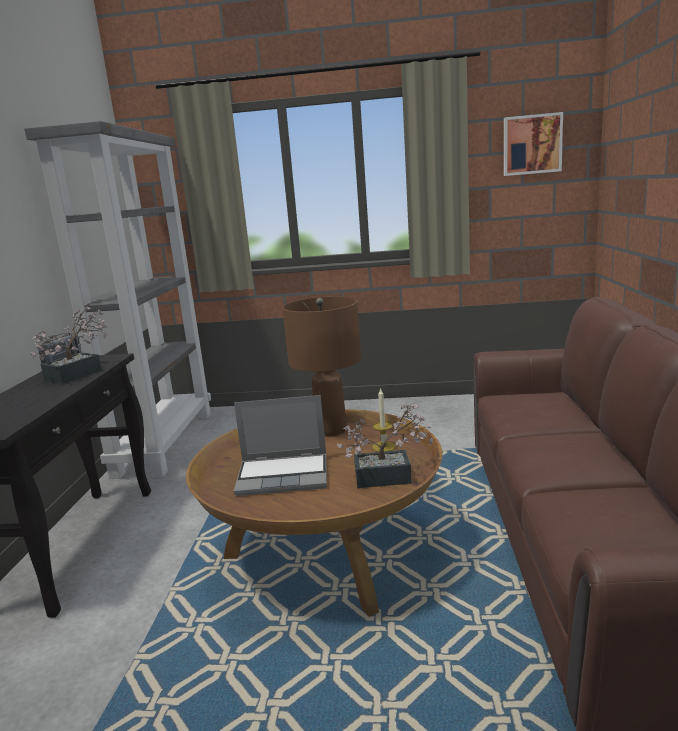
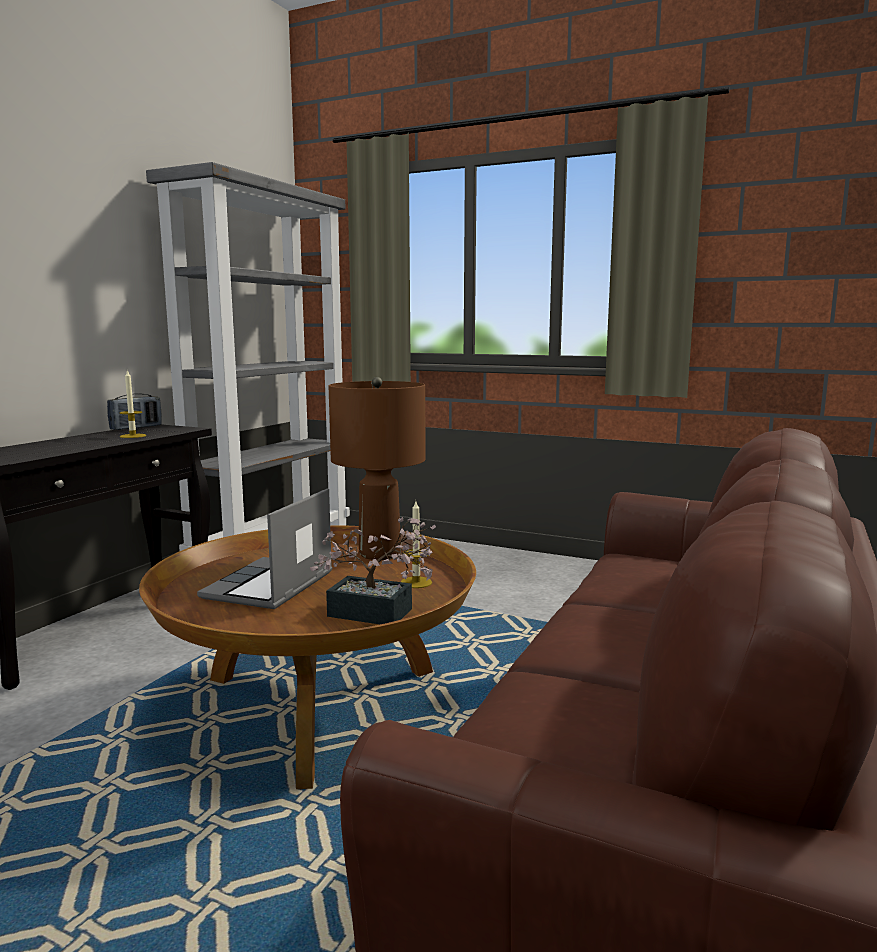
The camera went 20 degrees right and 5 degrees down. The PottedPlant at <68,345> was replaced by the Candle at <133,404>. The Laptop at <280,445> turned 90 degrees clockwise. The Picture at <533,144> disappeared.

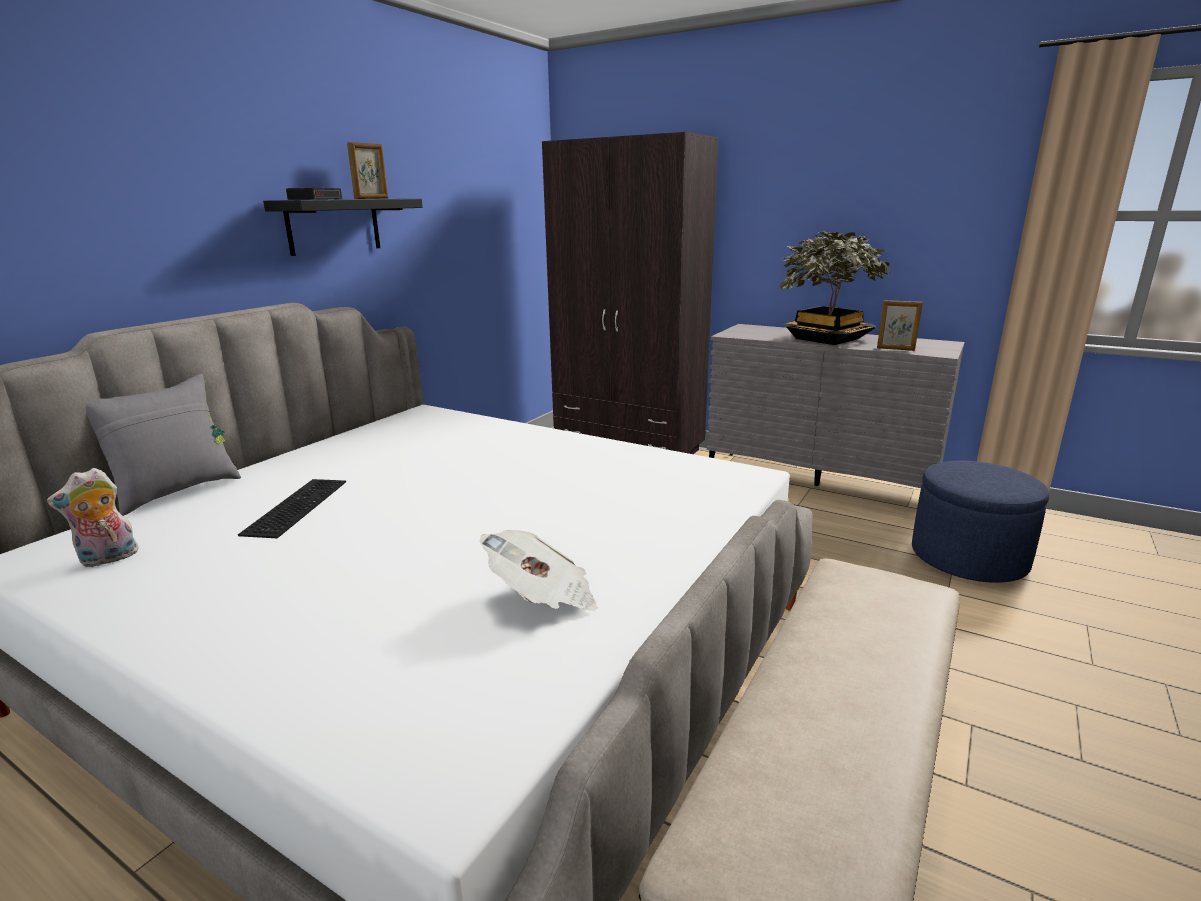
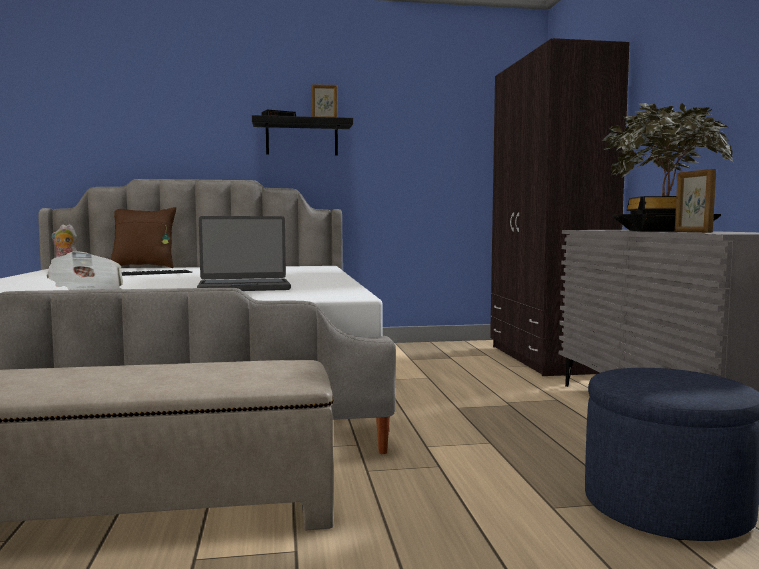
The camera went 50 degrees right and 15 degrees down. The GreyPillow at <163,445> became the BrownPillow at <143,237>. The Laptop at <244,253> appeared.

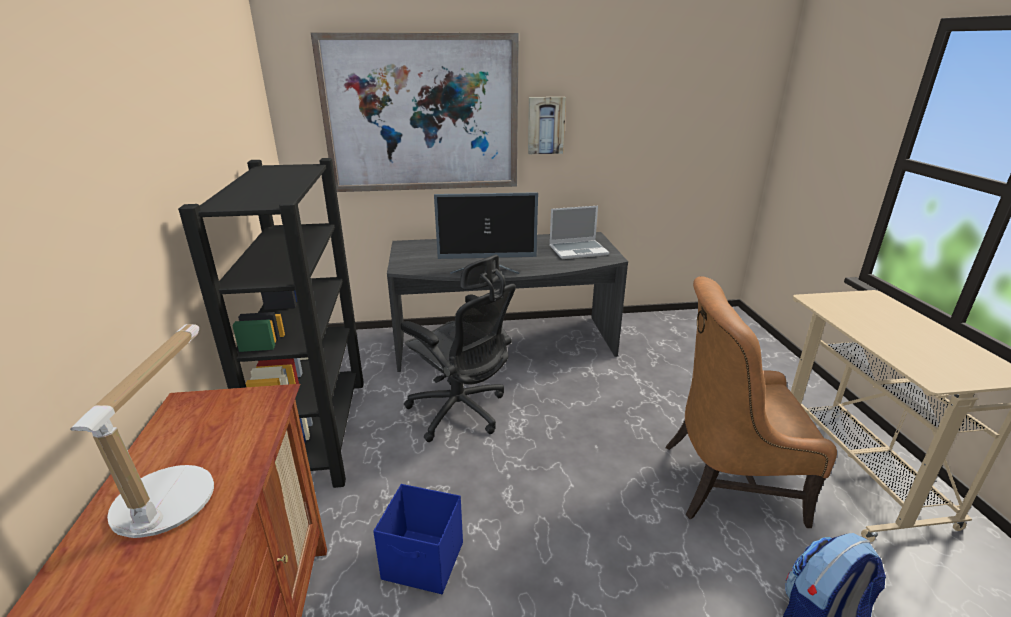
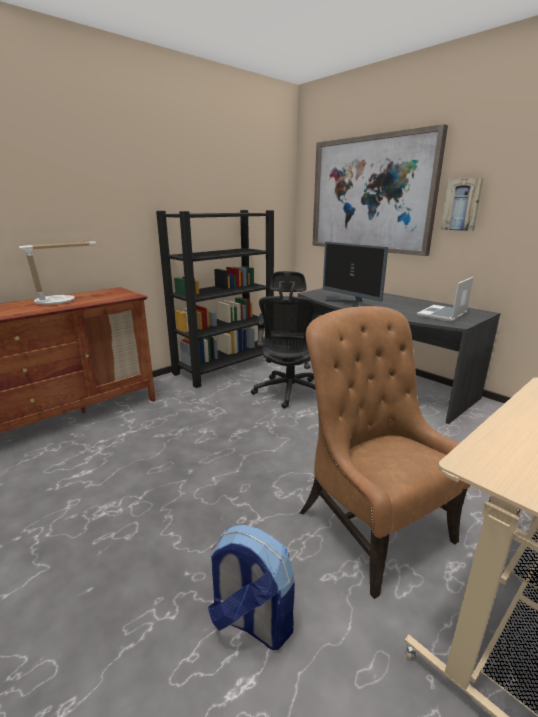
The camera went 55 degrees right and 5 degrees down. The Laptop at <579,232> turned 90 degrees clockwise. The BlueStorageBox at <418,539> disappeared.

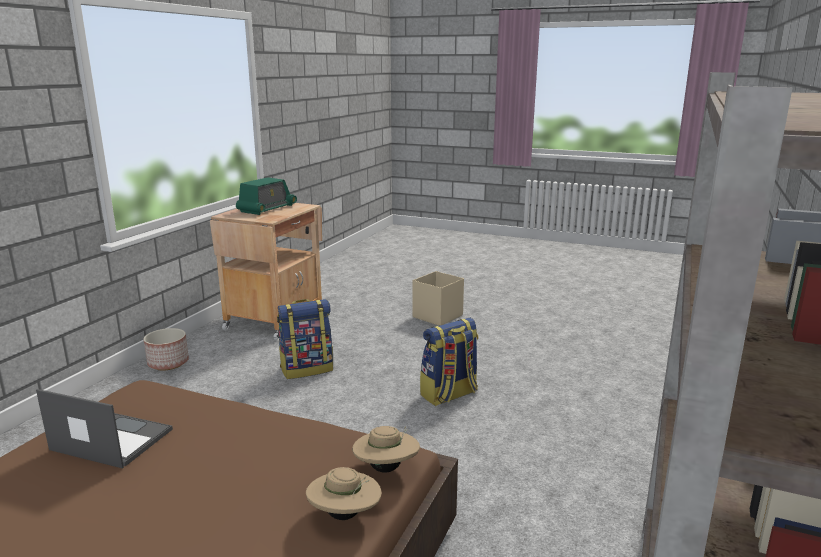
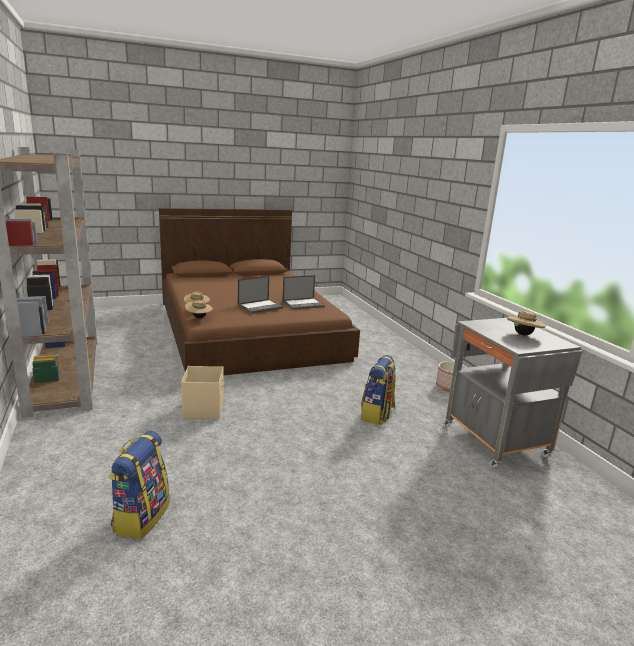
The camera went 135 degrees right and 0 degrees up. The Backpack moved from <449,362> to <139,485>. The BeigeStorageBox moved from <438,298> to <202,392>. The Laptop at <260,294> appeared. The BrownCart at <266,271> became the GreyCart at <513,393>. The Radio at <266,196> was replaced by the BeigeHat at <526,323>.

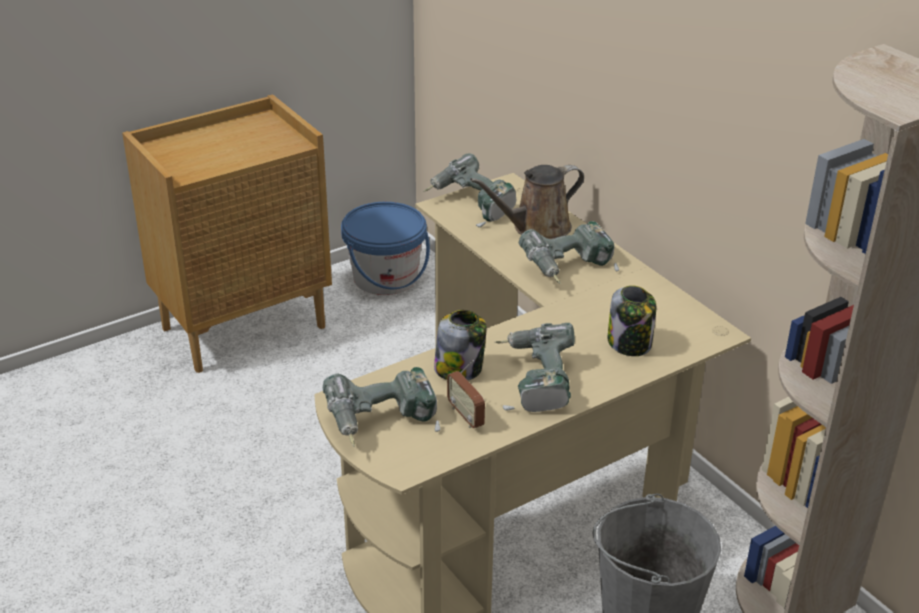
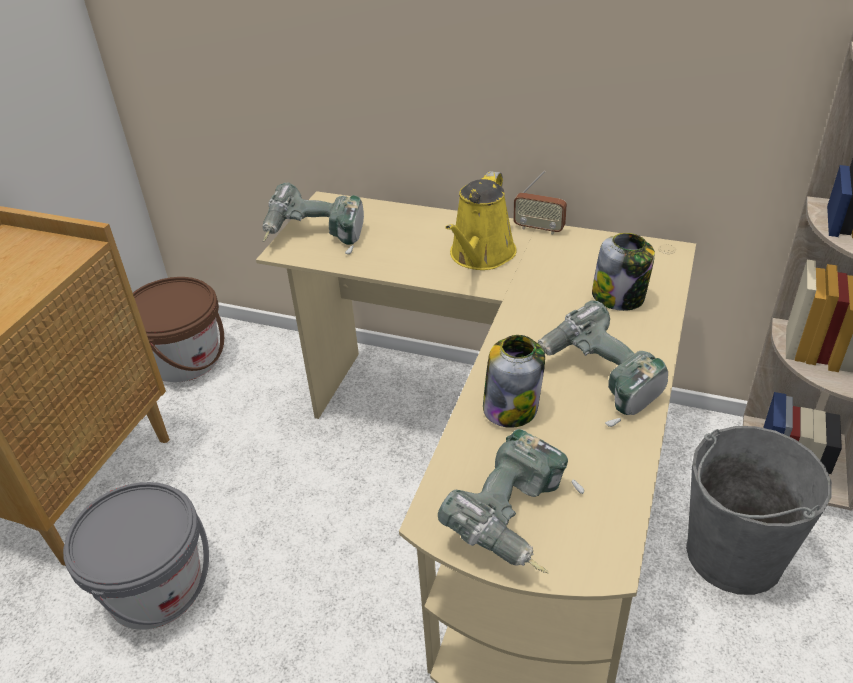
The camera went 35 degrees left and 5 degrees up. The GreyBucket at <136,556> appeared. The BlueBucket at <385,248> became the BrownBucket at <178,329>. The PowerDrill at <569,252> was replaced by the YellowWateringCan at <481,220>. The Radio moved from <466,394> to <540,203>. The BrownWateringCan at <527,202> disappeared.

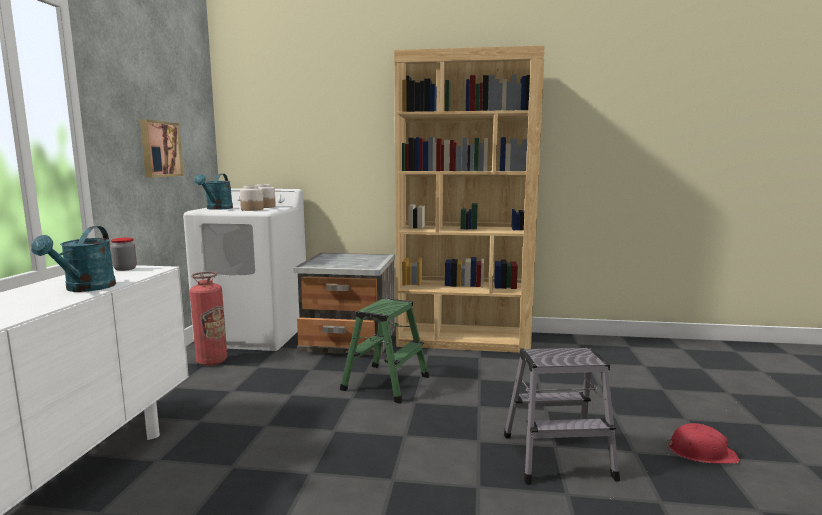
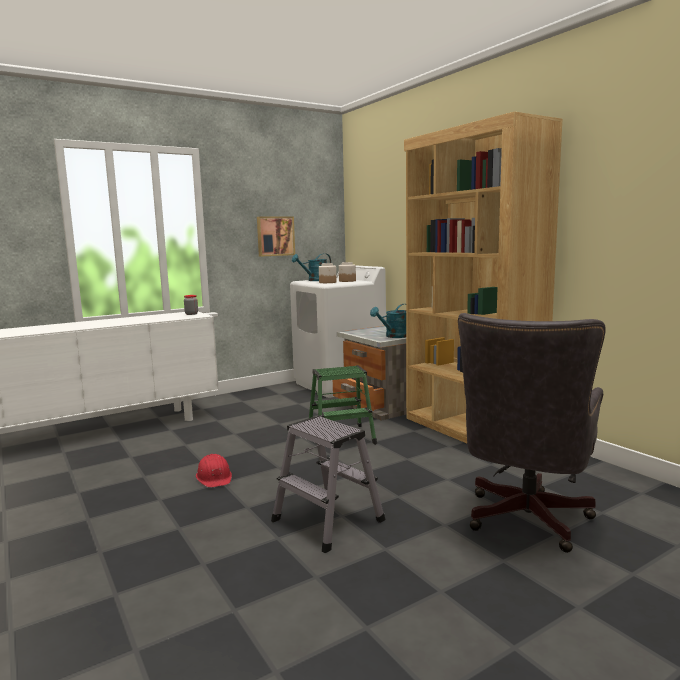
The camera went 50 degrees right and 0 degrees up. The RedHardHat moved from <702,443> to <214,471>. The TurquoiseWateringCan moved from <73,259> to <388,321>. The GreyOfficeChair at <532,433> appeared. The FireExtinguisher at <208,318> disappeared.

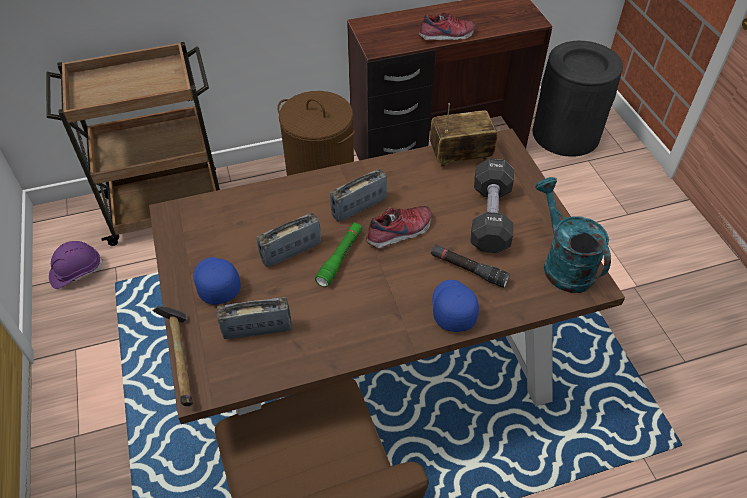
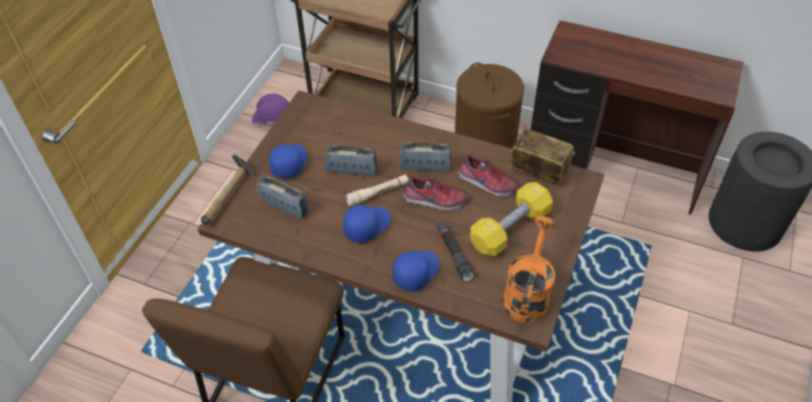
The camera went 40 degrees right and 0 degrees up. The BlueCap at <367,224> appeared. The GreenFlashlight at <338,254> became the BeigeFlashlight at <377,190>. The Shoe moved from <447,26> to <488,176>. The BlackDumbbell at <492,206> became the YellowDumbbell at <511,219>. The TurquoiseWateringCan at <573,235> became the OrangeWateringCan at <529,269>.

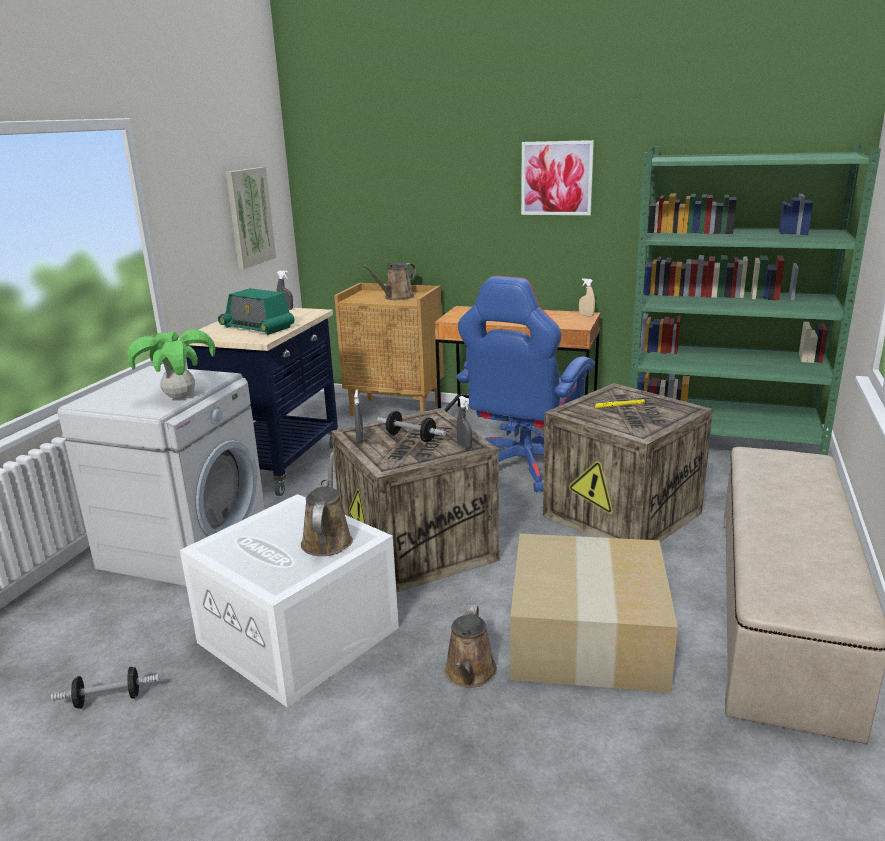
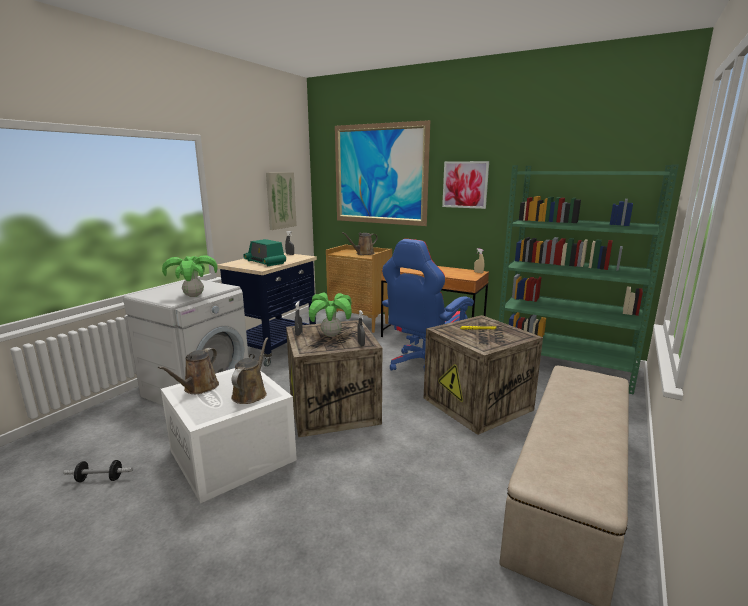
The camera went 10 degrees right and 5 degrees down. The BrownWateringCan moved from <470,646> to <188,371>. The Dumbbell at <411,426> was replaced by the PottedPlant at <330,315>. The Picture at <382,173> appeared. The CardboardBox at <594,613> disappeared.

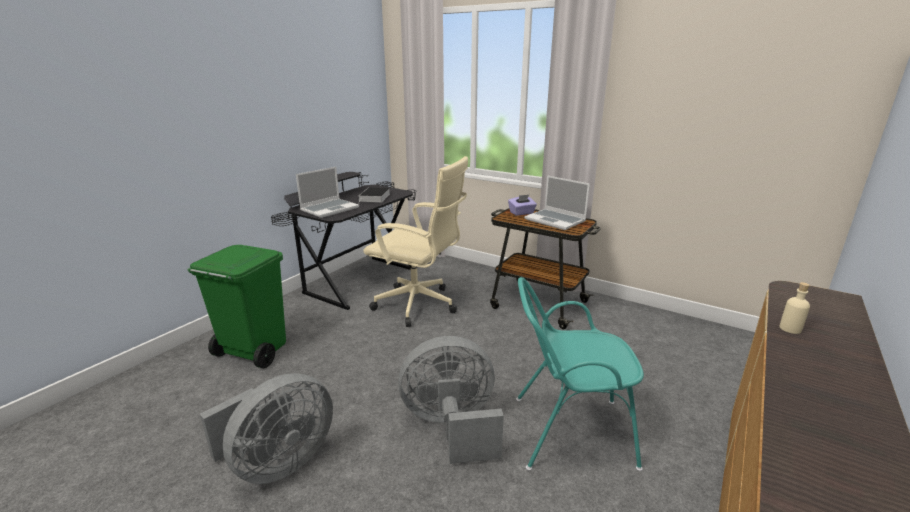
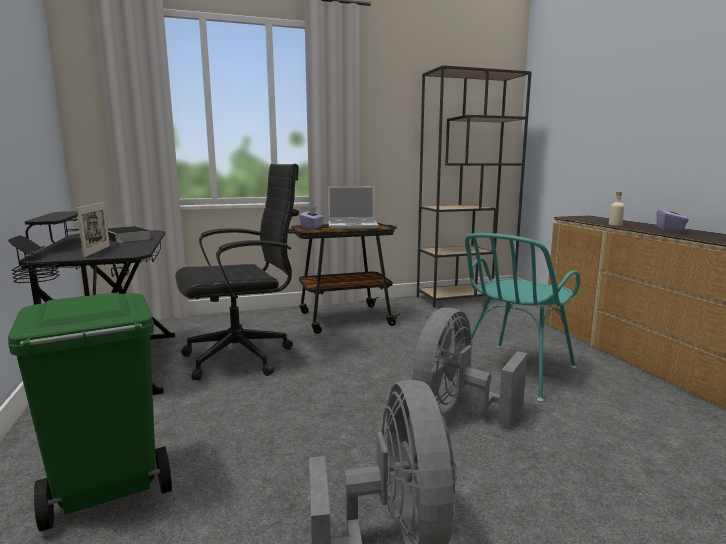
The camera went 50 degrees left and 10 degrees down. The Laptop at <327,192> was replaced by the PictureFrame at <93,230>. The BeigeOfficeChair at <415,241> became the BlackOfficeChair at <237,272>. The Bookcase at <474,186> appeared. The PurpleTissueBox at <672,218> appeared.

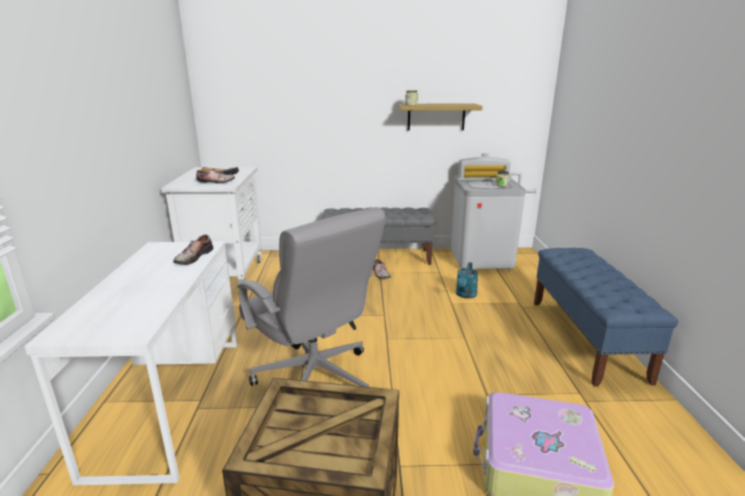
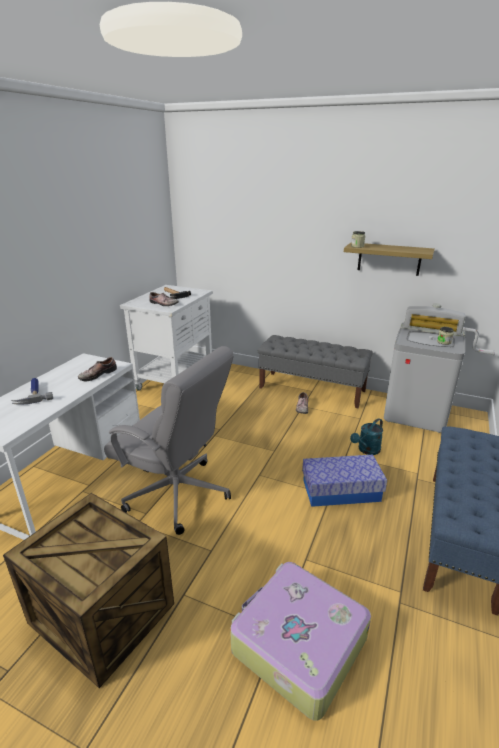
The camera went 25 degrees right and 5 degrees up. The Hammer at <32,391> appeared. The GreyOfficeChair at <311,297> turned 45 degrees counterclockwise. The StorageBox at <344,481> appeared.

